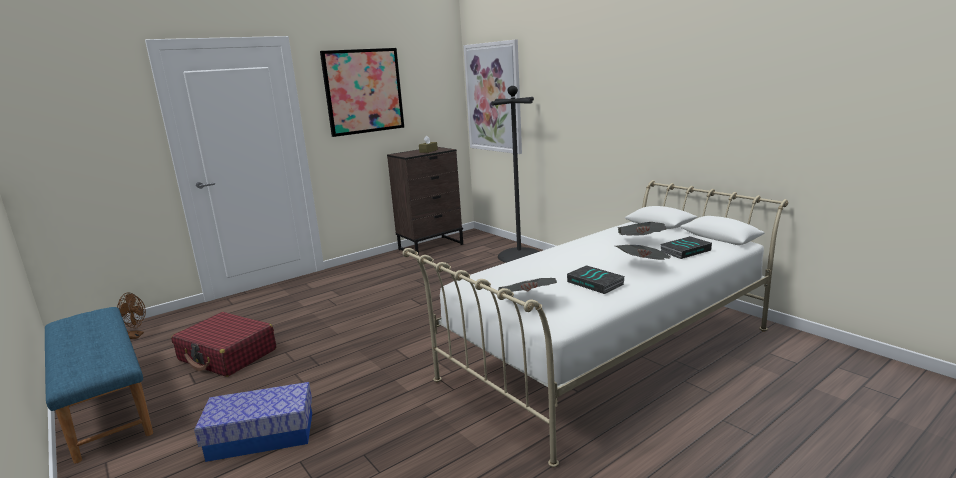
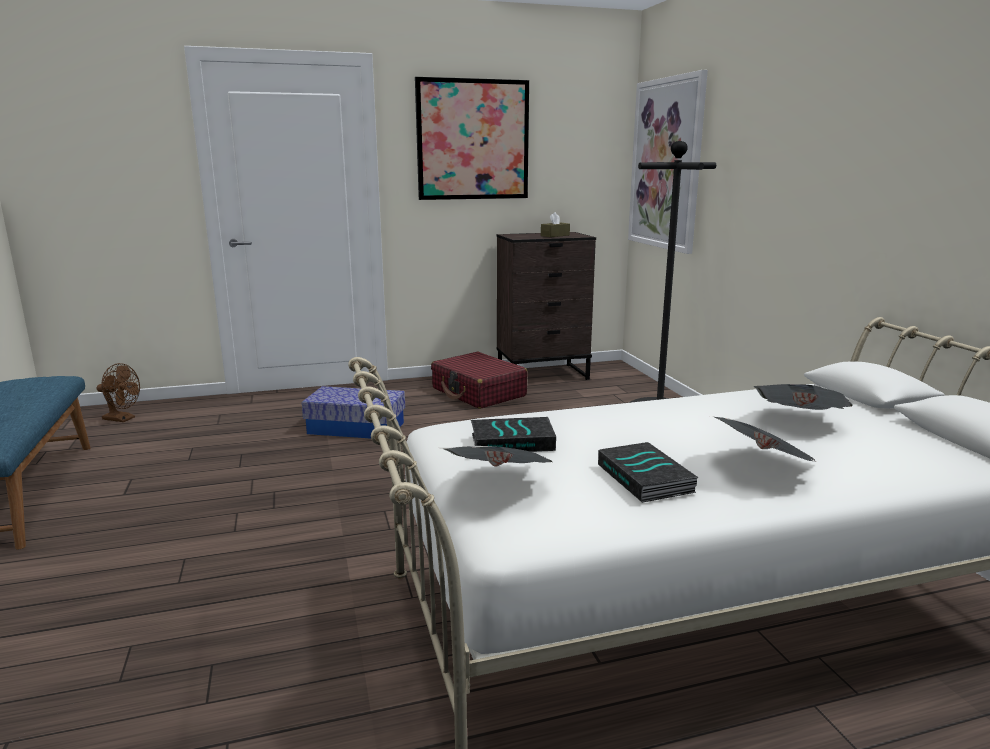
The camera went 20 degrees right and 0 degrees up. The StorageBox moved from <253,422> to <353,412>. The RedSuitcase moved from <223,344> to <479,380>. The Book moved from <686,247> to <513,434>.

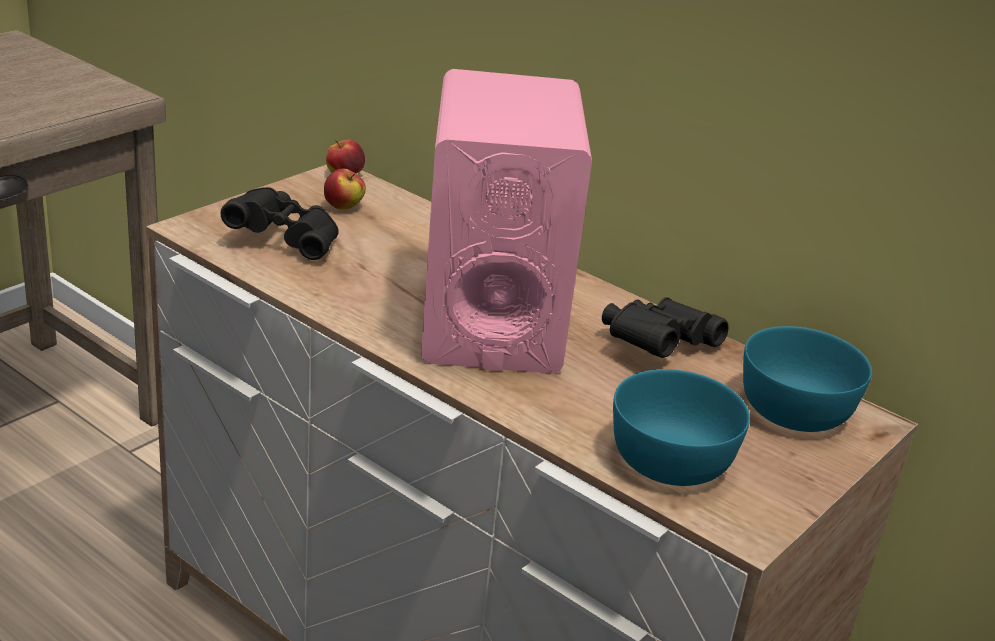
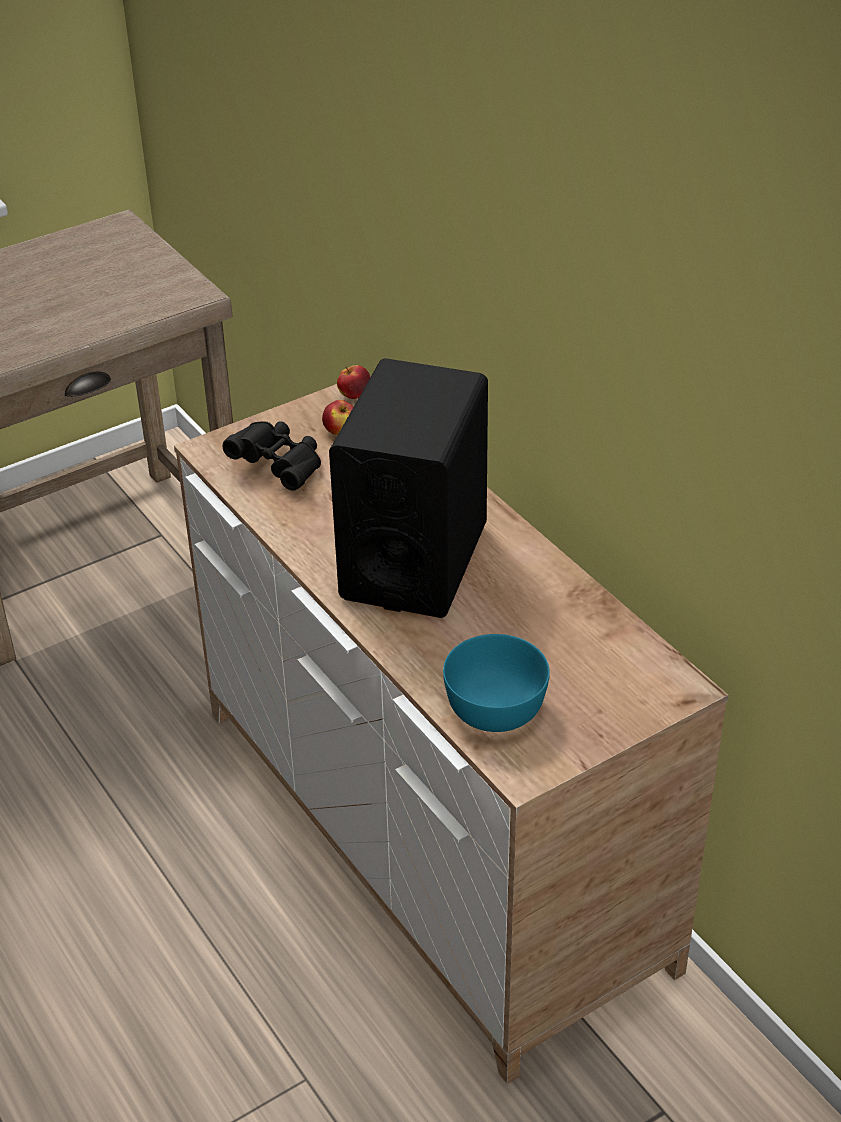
The camera went 20 degrees right and 10 degrees up. The PinkSpeaker at <506,221> became the BlackSpeaker at <408,488>. The BlackBinoculars at <665,327> disappeared. The TurquoiseBowl at <807,379> disappeared.

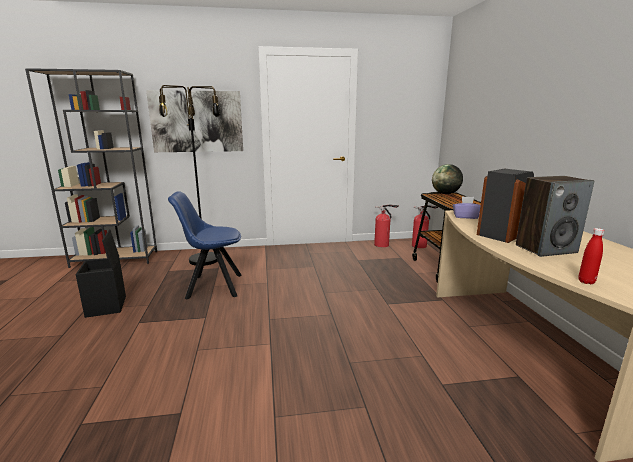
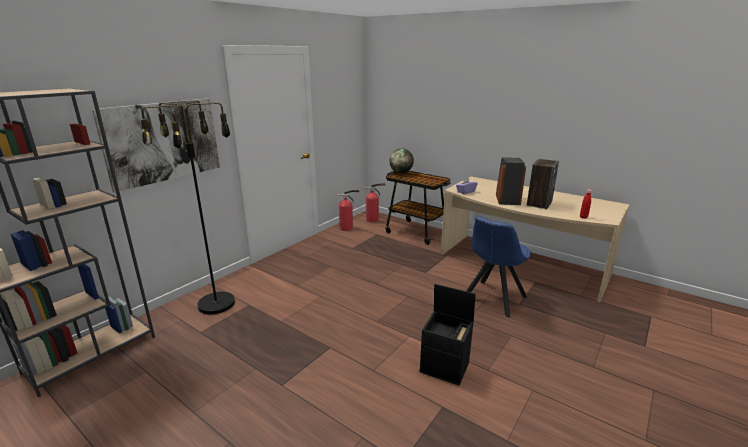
The camera went 45 degrees left and 5 degrees up. The BlackStorageBox moved from <101,273> to <448,335>. The BlueChair moved from <205,245> to <498,267>.

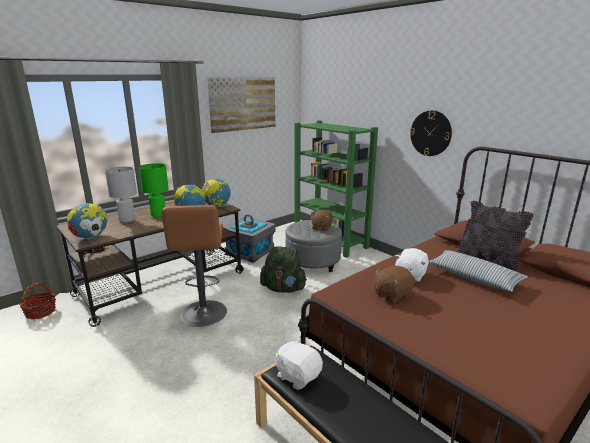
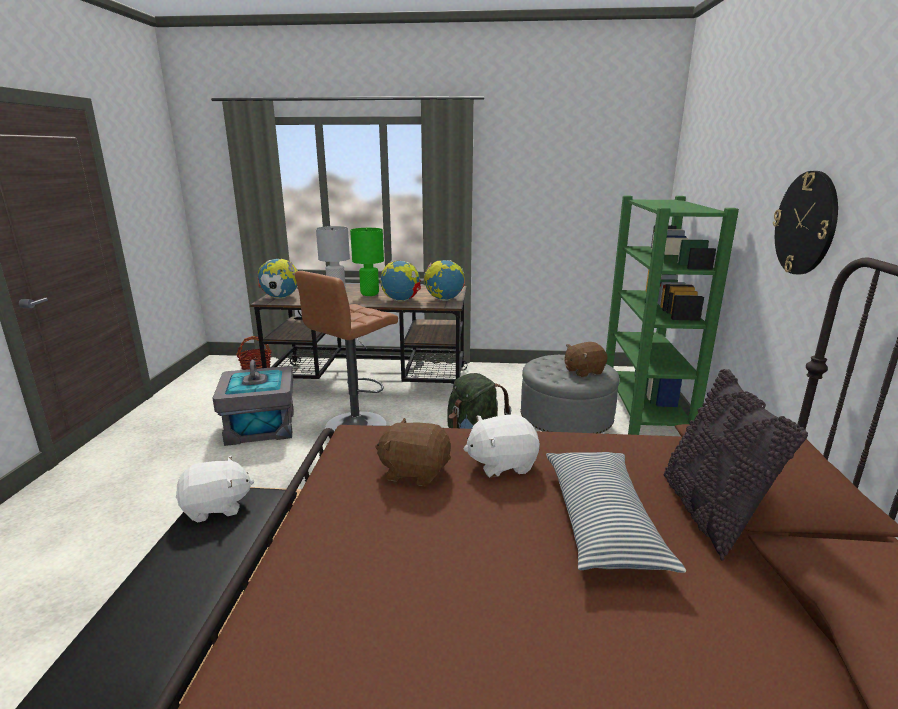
The camera went 45 degrees right and 0 degrees up. The WhitePlushToy at <298,364> turned 75 degrees clockwise. The GreyStorageBox moved from <250,238> to <253,403>. The Picture at <241,105> disappeared.

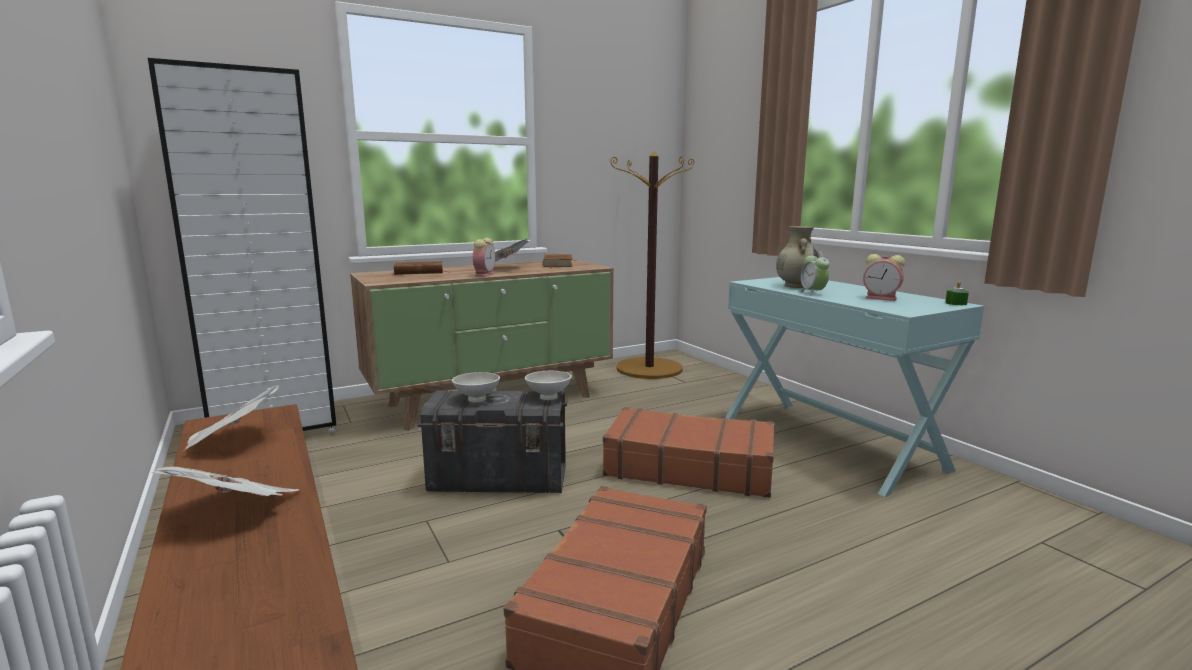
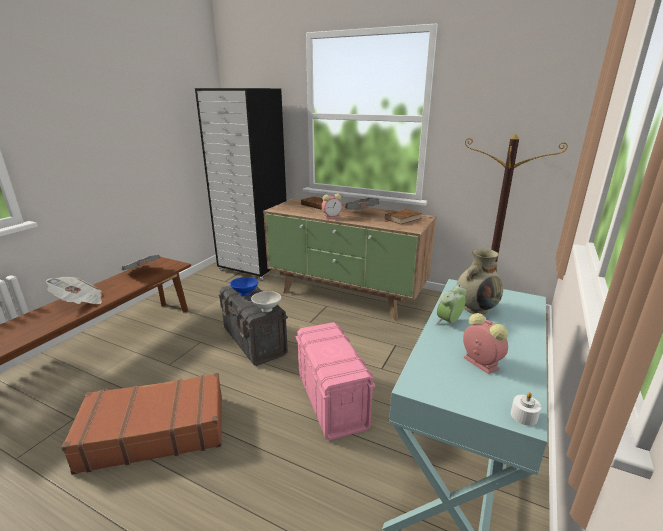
The camera went 55 degrees right and 10 degrees up. The WhiteBowl at <476,387> became the BlueBowl at <244,286>. The BrownSuitcase at <689,452> was replaced by the PinkStorageBox at <336,381>. The AlarmClock at <884,277> turned 150 degrees clockwise. The GreenCandle at <957,293> became the WhiteCandle at <526,409>.

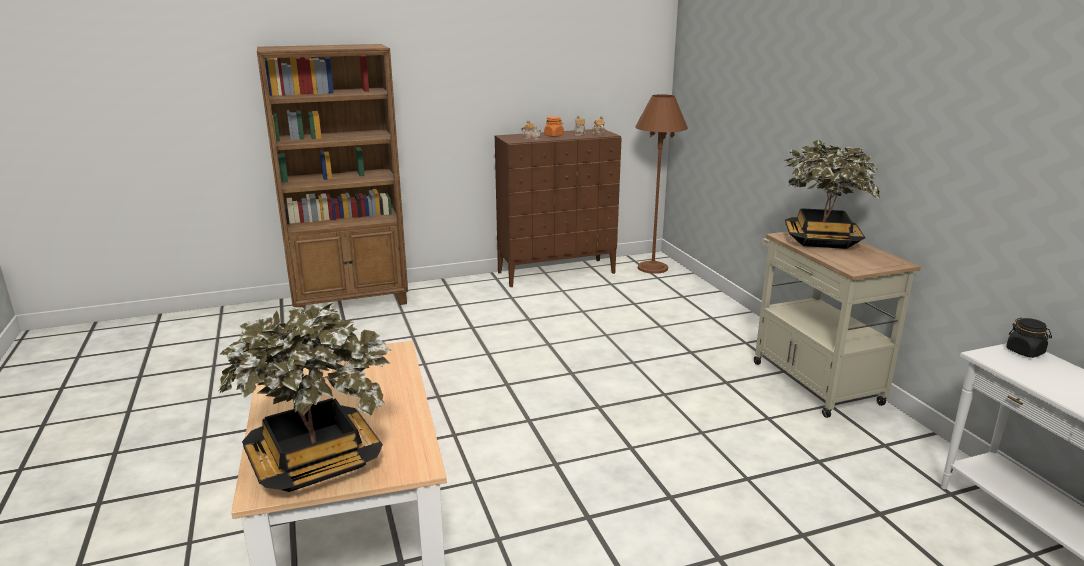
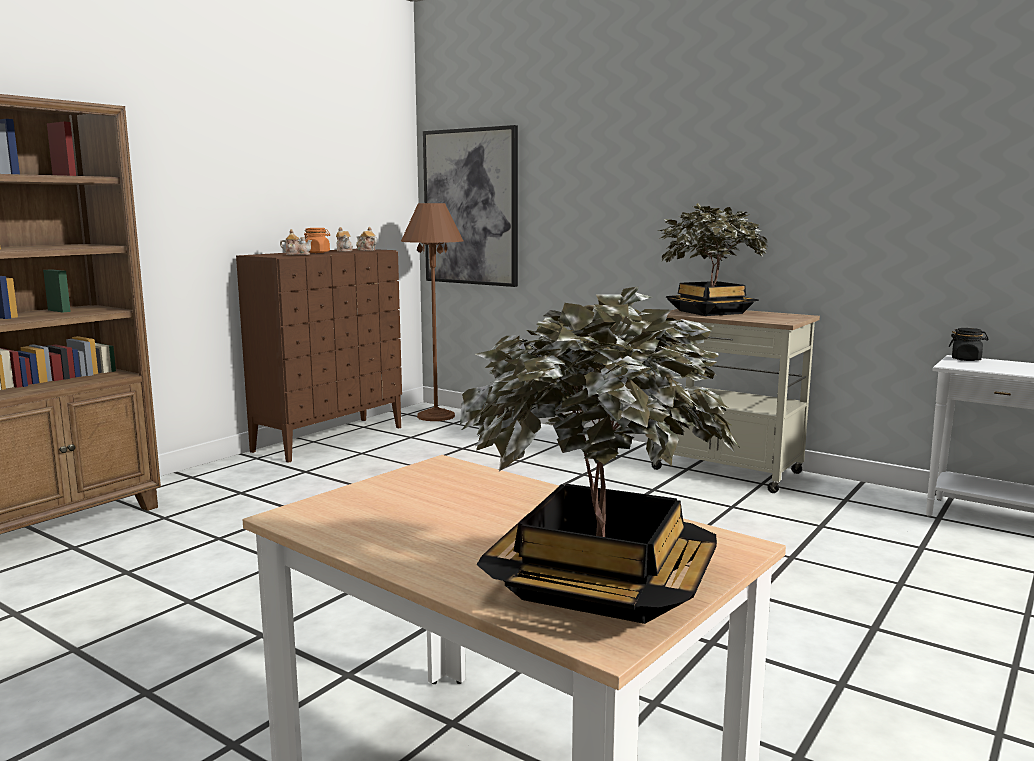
The camera went 35 degrees left and 10 degrees down. The Picture at <470,206> appeared.

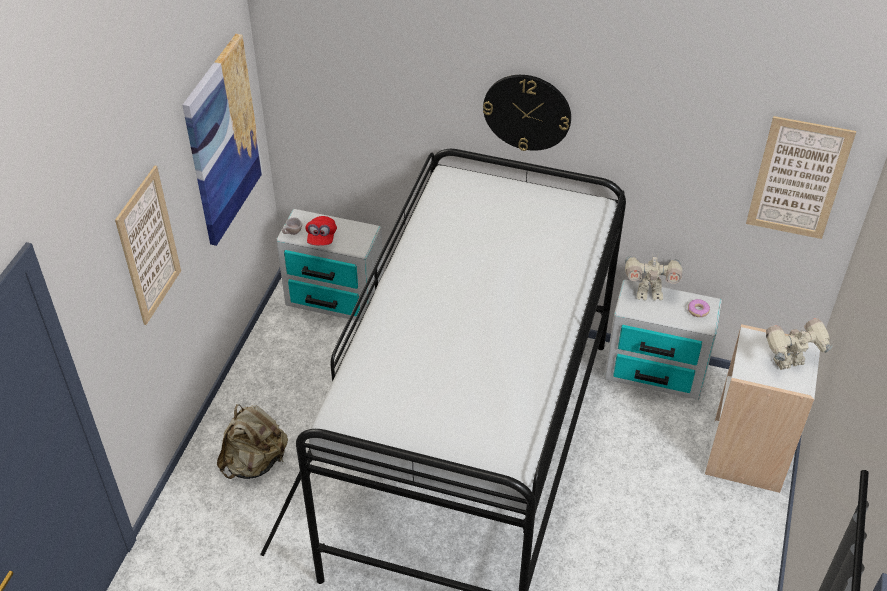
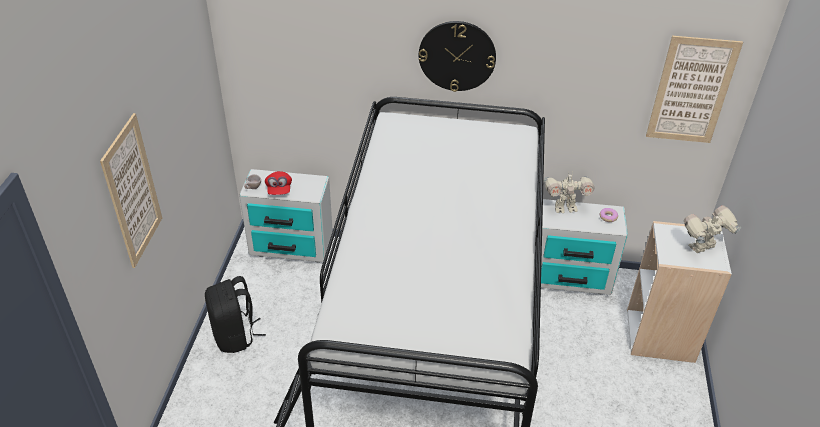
The camera went 10 degrees left and 5 degrees down. The BlackBackpack at <235,314> appeared. The Picture at <222,140> disappeared. The BeigeBackpack at <252,441> disappeared.

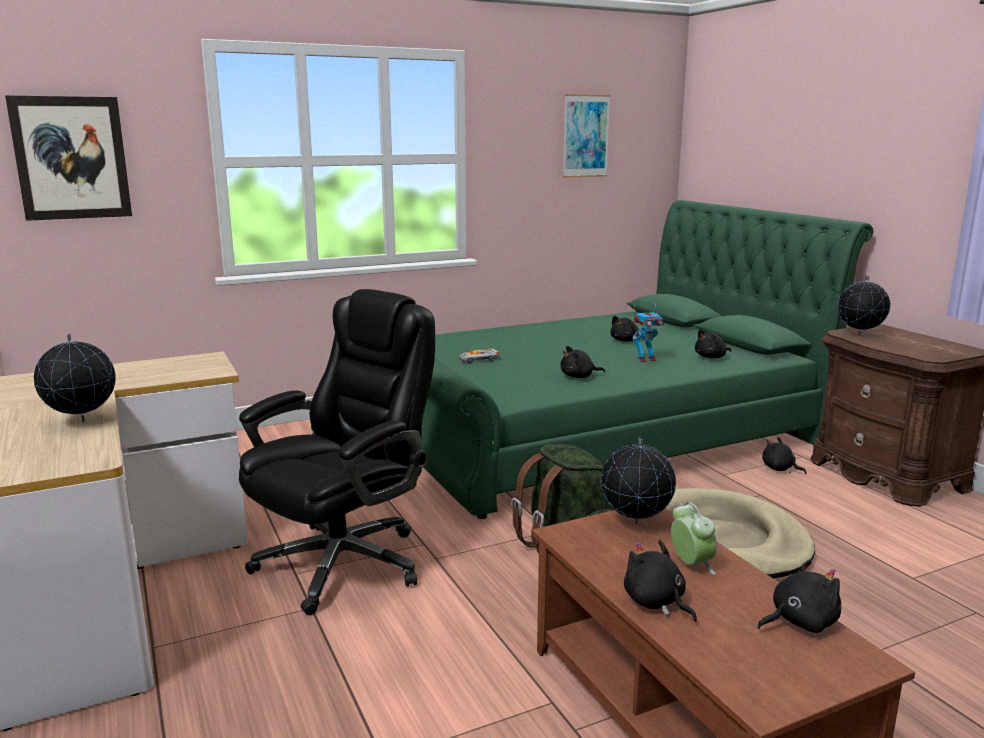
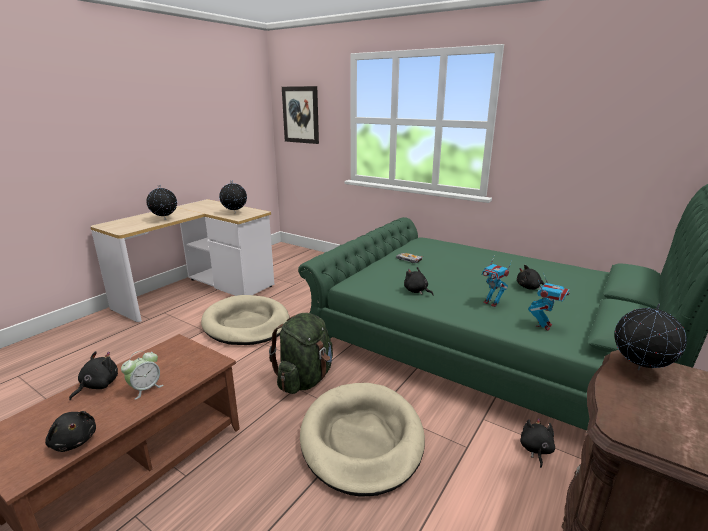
The camera went 60 degrees right and 5 degrees up. The BlackOfficeChair at <337,452> was replaced by the BeigeDogBed at <245,320>. The Globe moved from <638,480> to <233,197>. The BlackPlushToy at <713,343> was replaced by the ToyRobot at <548,302>. The Picture at <586,136> disappeared.

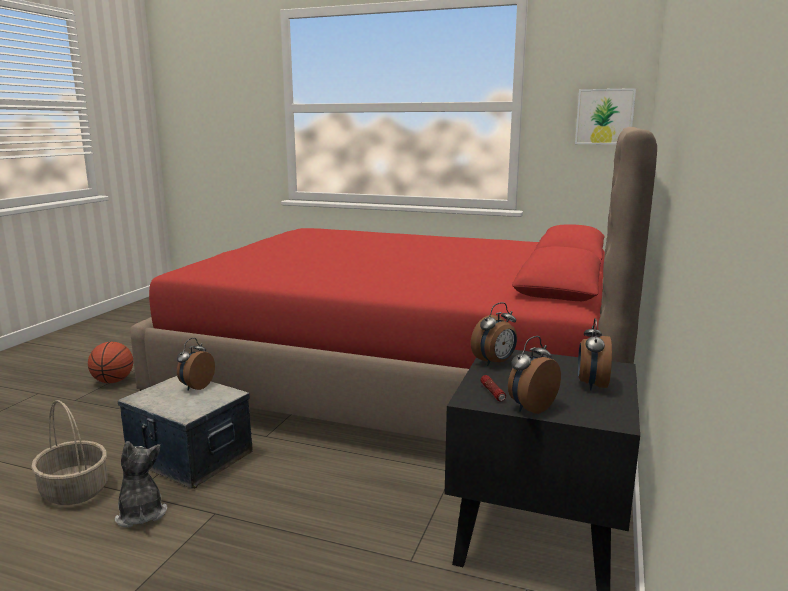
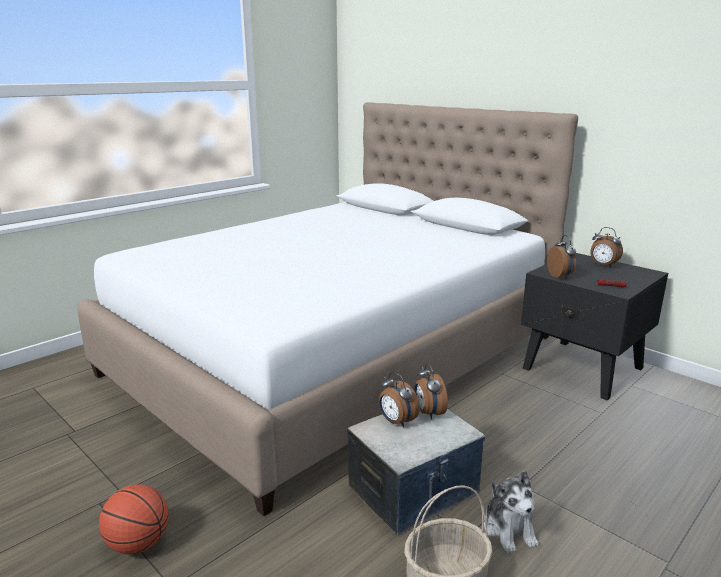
The camera went 65 degrees left and 5 degrees up. The RedBed at <393,284> became the WhiteBed at <327,309>. The AlarmClock moved from <534,375> to <431,391>. The PlushToy at <141,484> turned 105 degrees counterclockwise. The Picture at <605,116> disappeared.

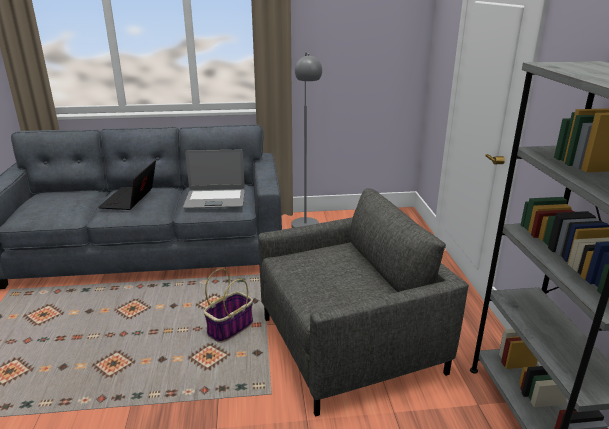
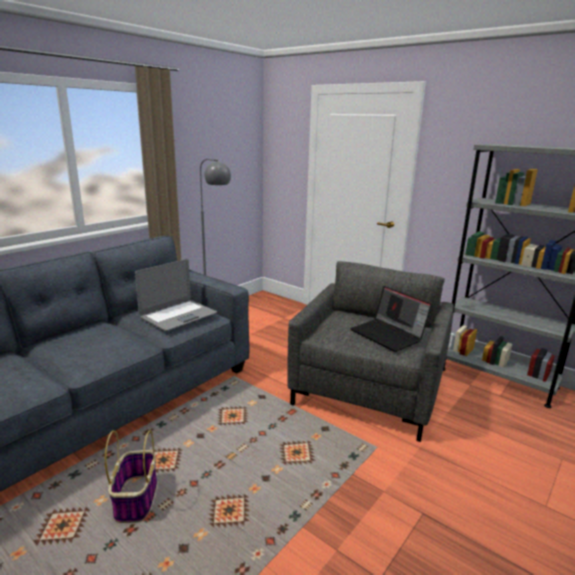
The camera went 45 degrees left and 5 degrees down. The Basket moved from <228,306> to <131,476>. The Laptop moved from <127,185> to <391,319>.

